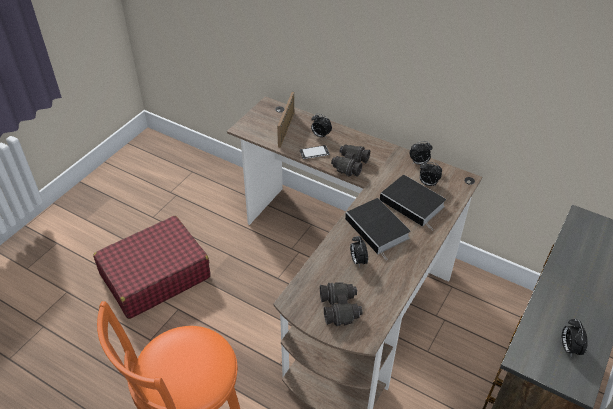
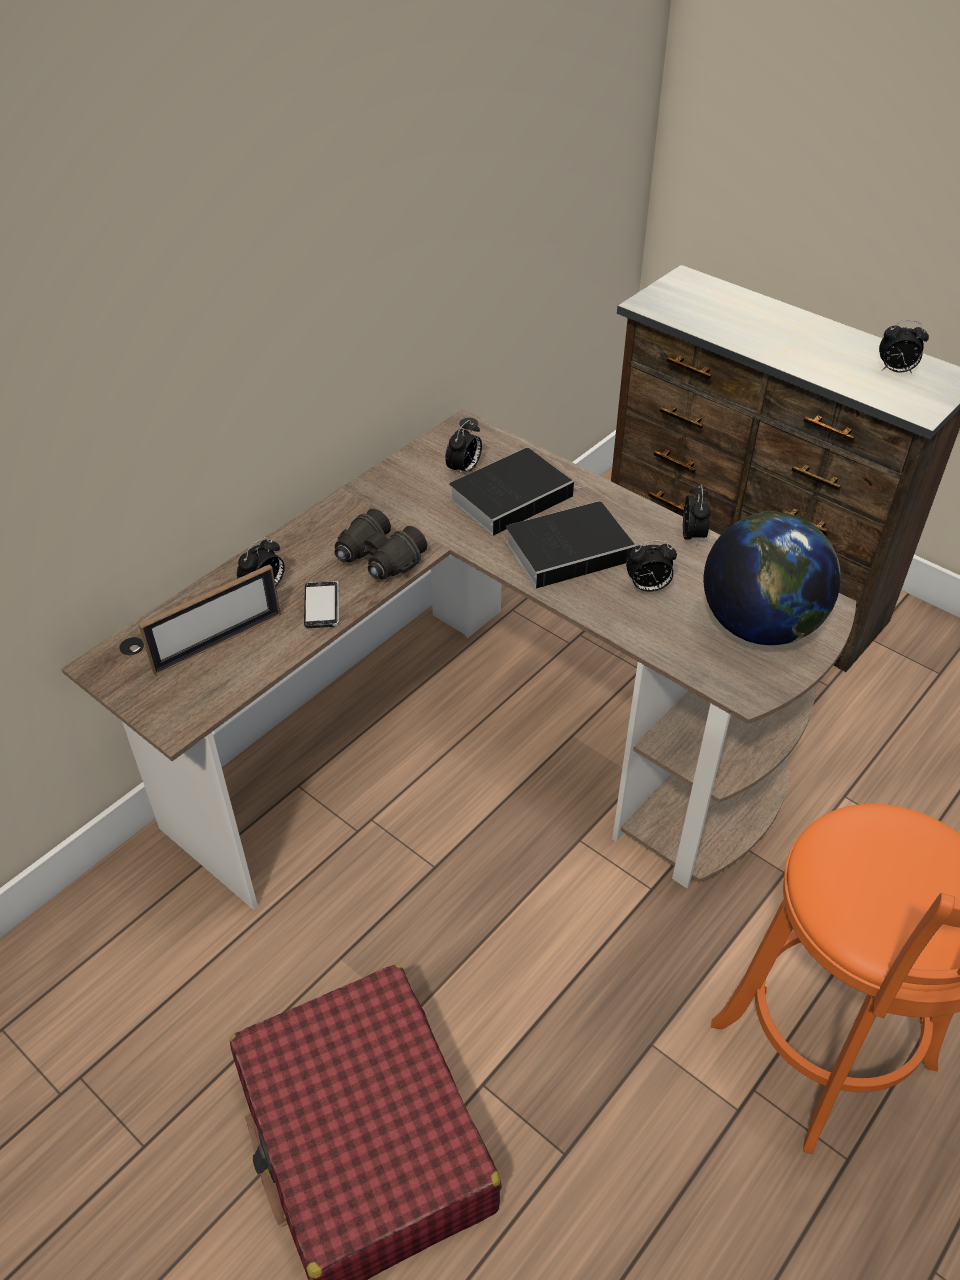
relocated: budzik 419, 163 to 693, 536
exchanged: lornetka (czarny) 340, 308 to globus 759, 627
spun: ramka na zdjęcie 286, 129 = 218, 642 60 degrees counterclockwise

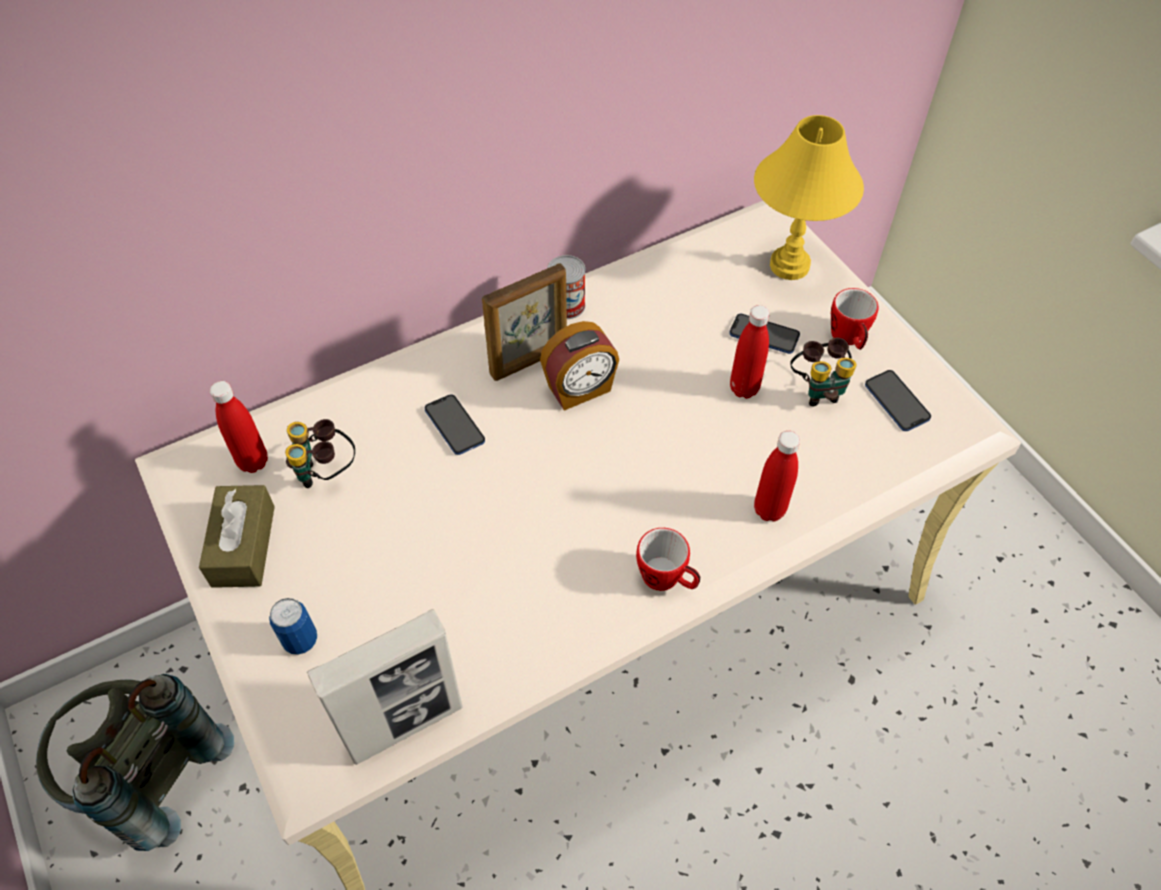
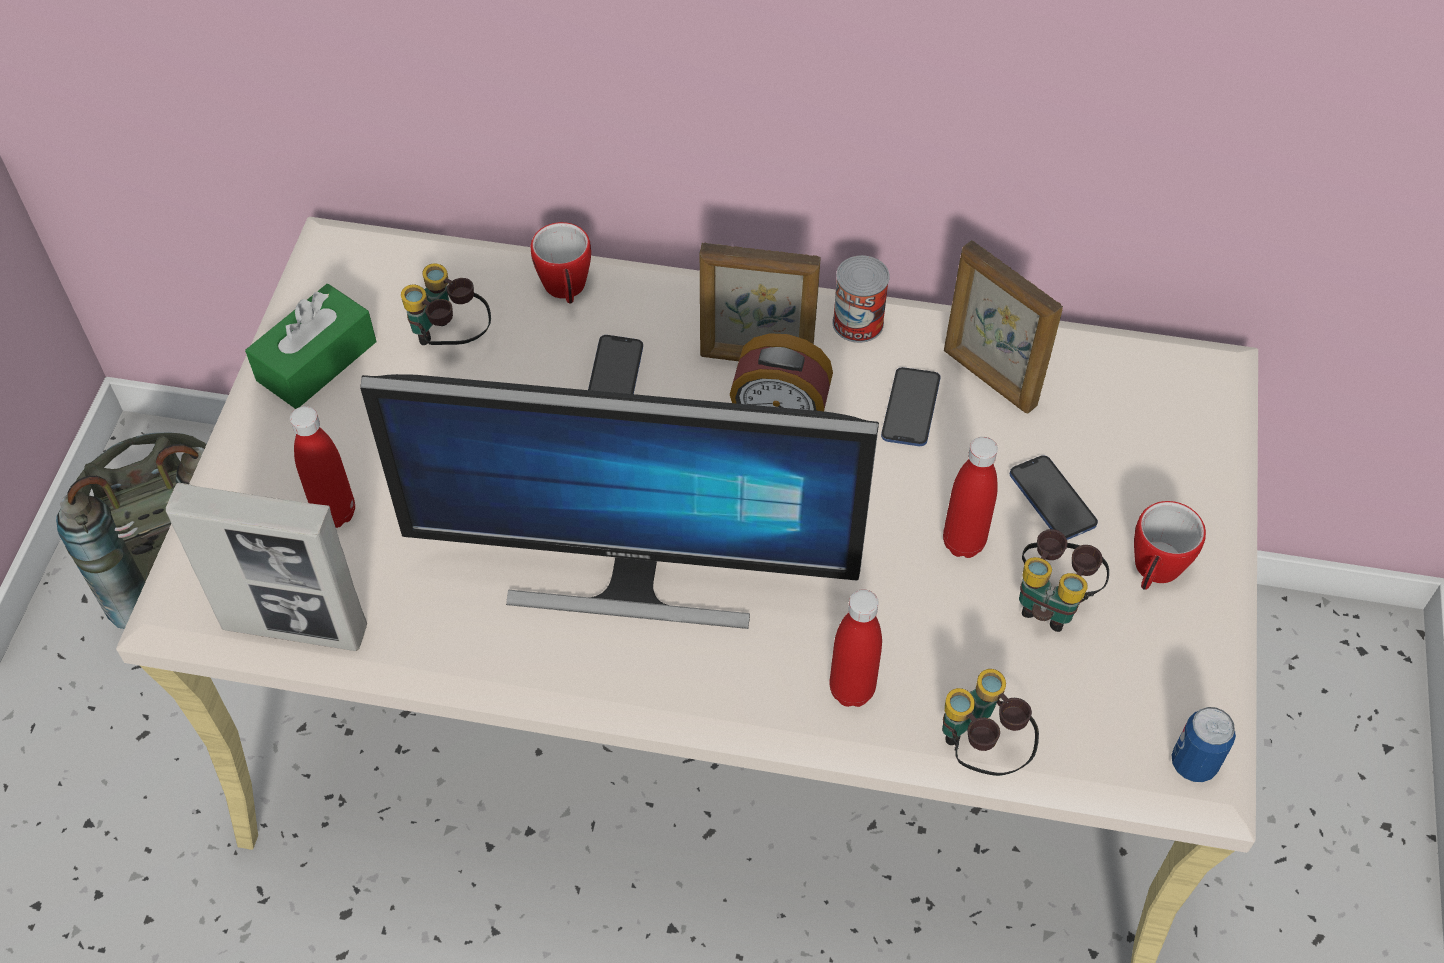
missing: lampa stołowa (żółty) 790, 265
appeared: monitor 633, 578; lornetka 980, 751; ramka na zdjęcie 988, 379
relocated: butelka (czerwony) 253, 462 to 335, 513; puszka 300, 640 to 1193, 763; kubek 667, 579 to 566, 290; telefon 896, 402 to 910, 408
colour: pudełko chusteczek (brązowy) 243, 546 to pudełko chusteczek (zielony) 317, 361

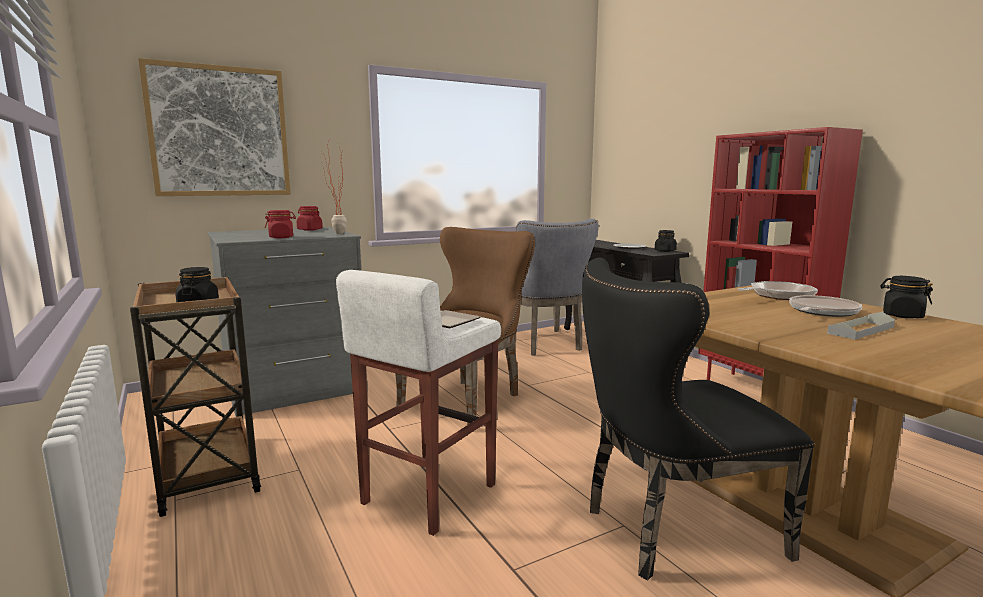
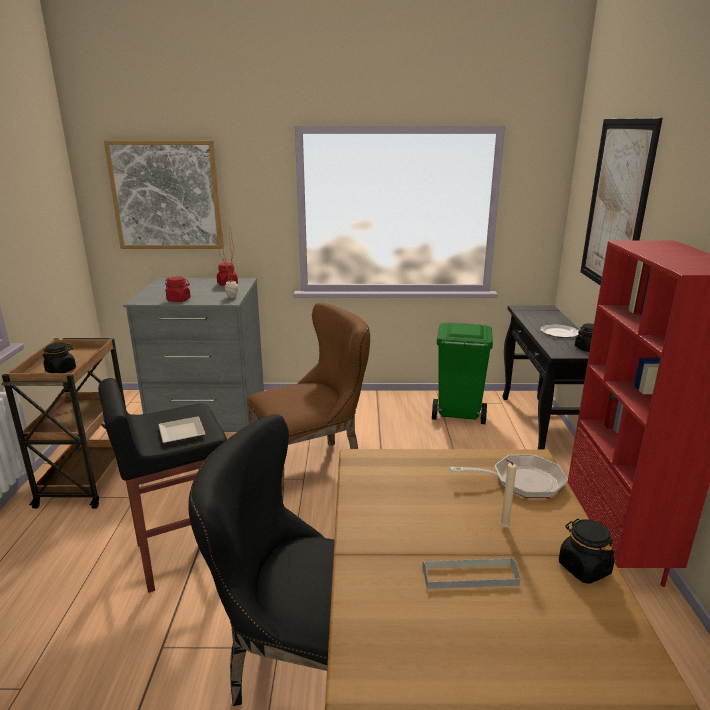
appeared: obraz 616, 206
exchanged: krzesło (szary) 545, 344 to kosz na śmieci (zielony) 458, 414; patelnia 821, 312 to świeca (beżowy) 502, 527
colour: stołek (biały) 427, 494 to stołek (czarny) 183, 553

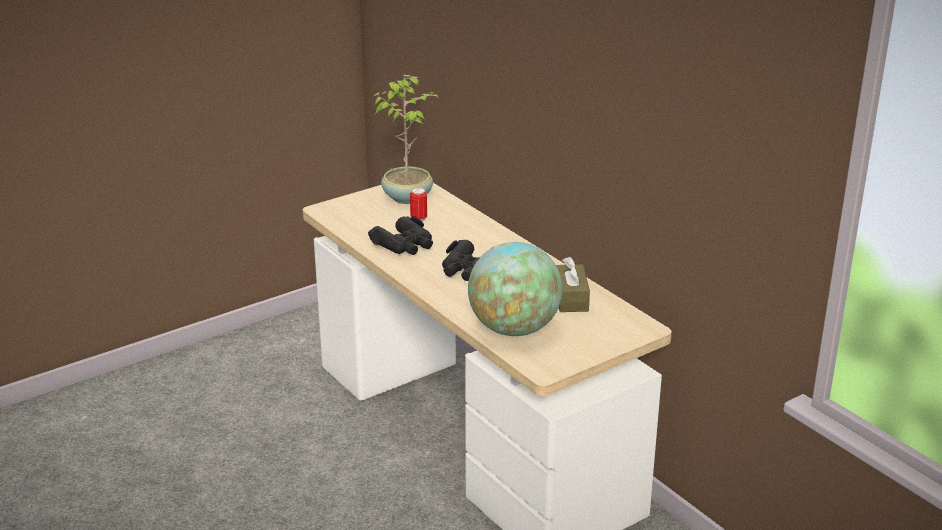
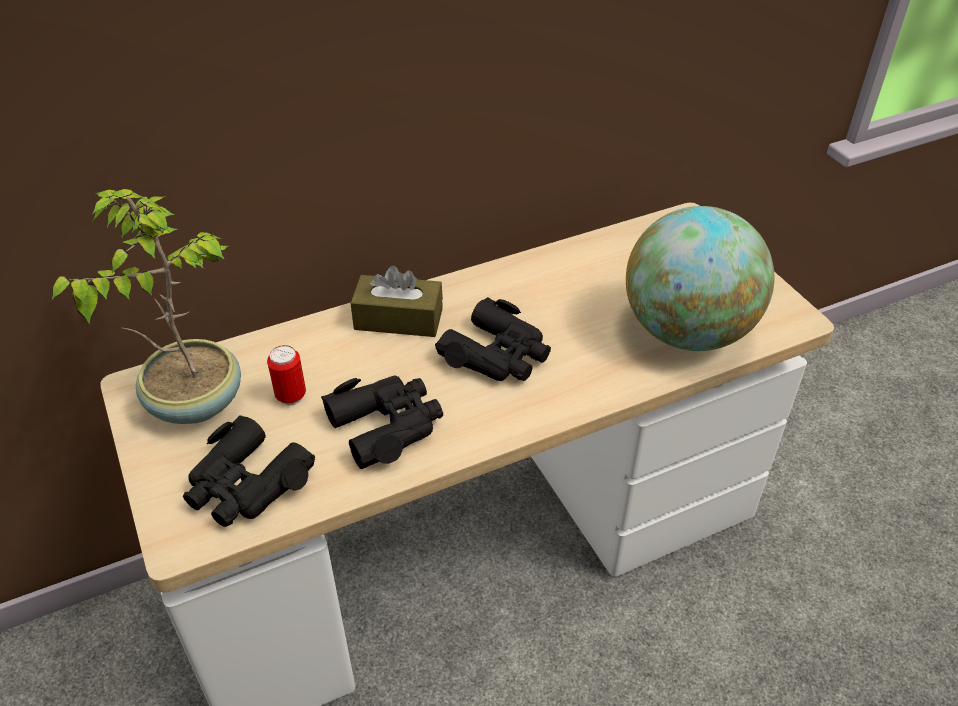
appeared: lornetka (czarny) 246, 484
relocated: pudełko chusteczek (brązowy) 571, 298 to 398, 319

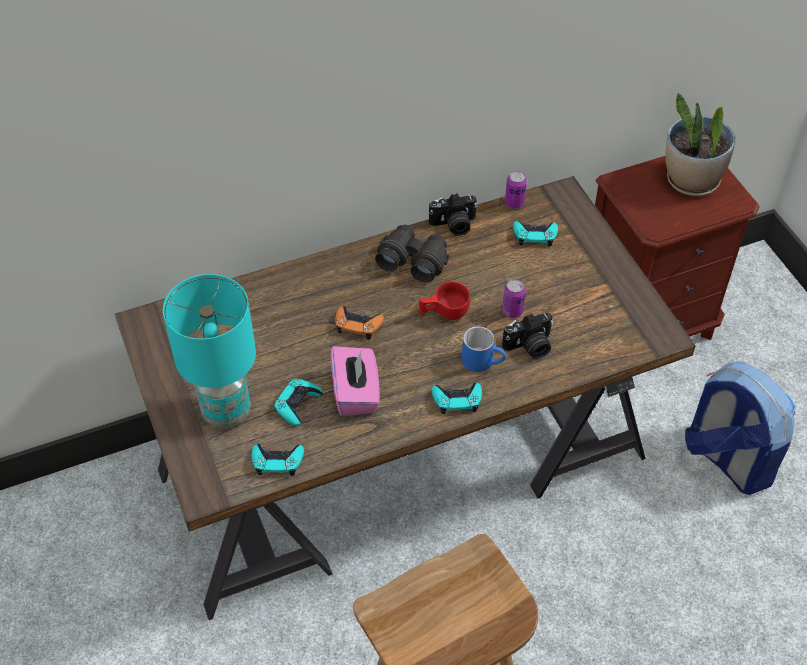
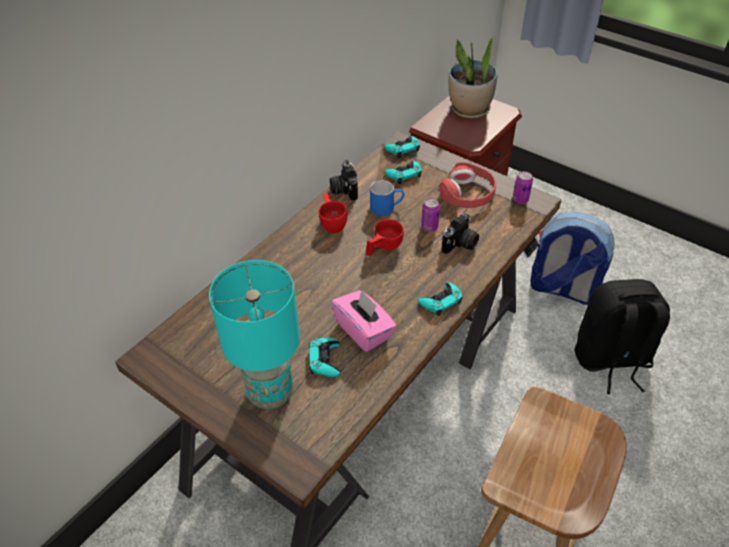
missing: pad do gier (pomarańczowy) 358, 325
appeared: słuchawki (czerwony) 467, 194; plecak (czarny) 610, 360
relocated: pad do gier (turkusowy) 277, 461 to 403, 149; kubek (niebieski) 483, 361 to 386, 207; puszka 514, 203 to 520, 199
exchanged: lornetka (czarny) 413, 260 to filiżanka (czerwony) 333, 222
spun: aparat fotograficzny 454, 225 = 343, 189 120 degrees clockwise

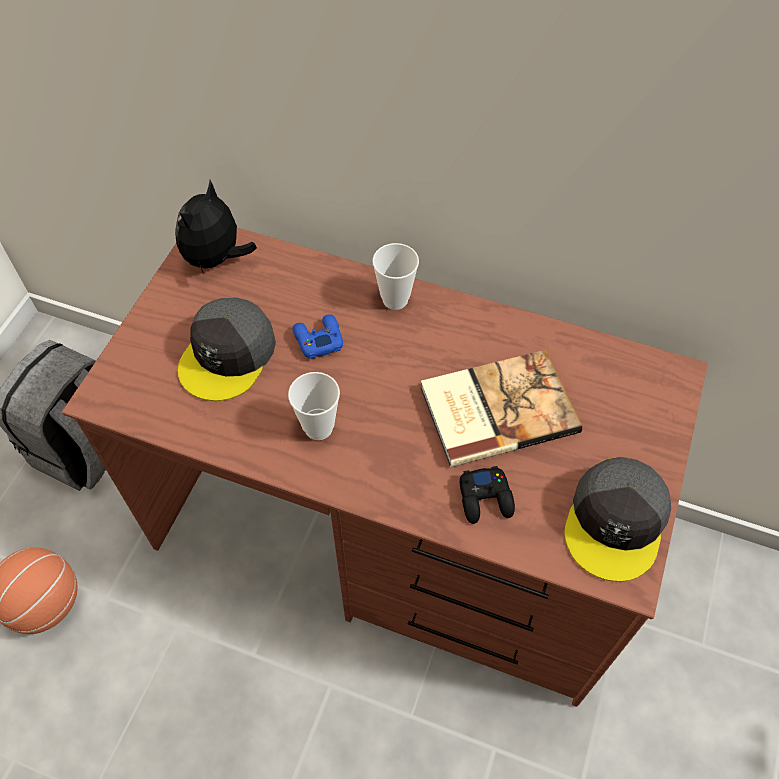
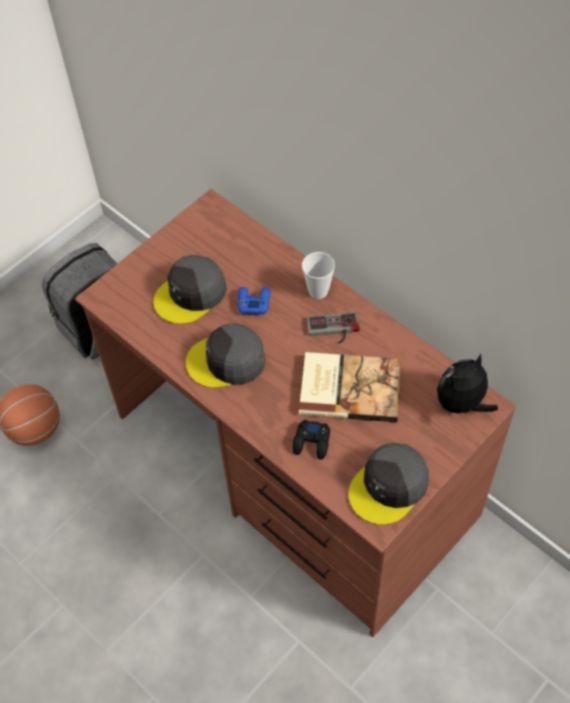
appeared: pad do gier 333, 330
relocated: pluszak 216, 259 to 461, 404
exchanged: filiżanka 318, 428 to czapka z daszkiem (szary) 227, 361

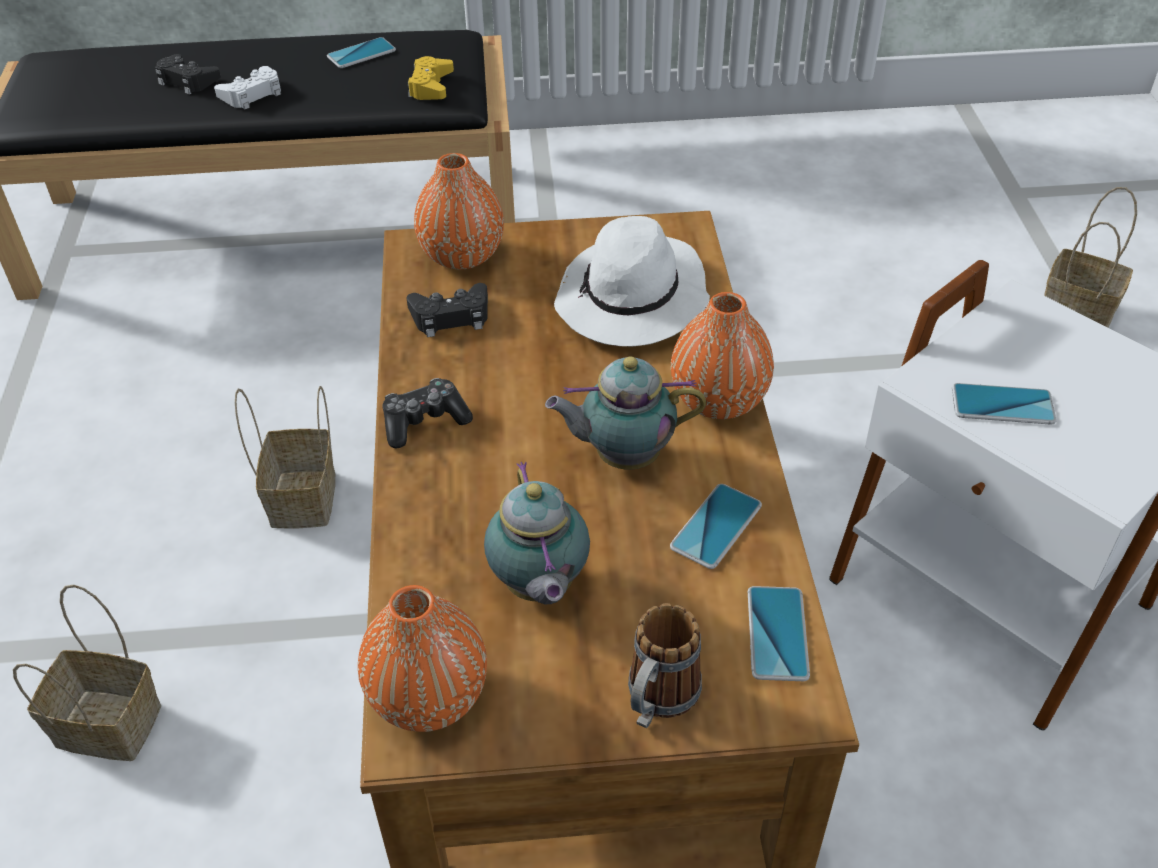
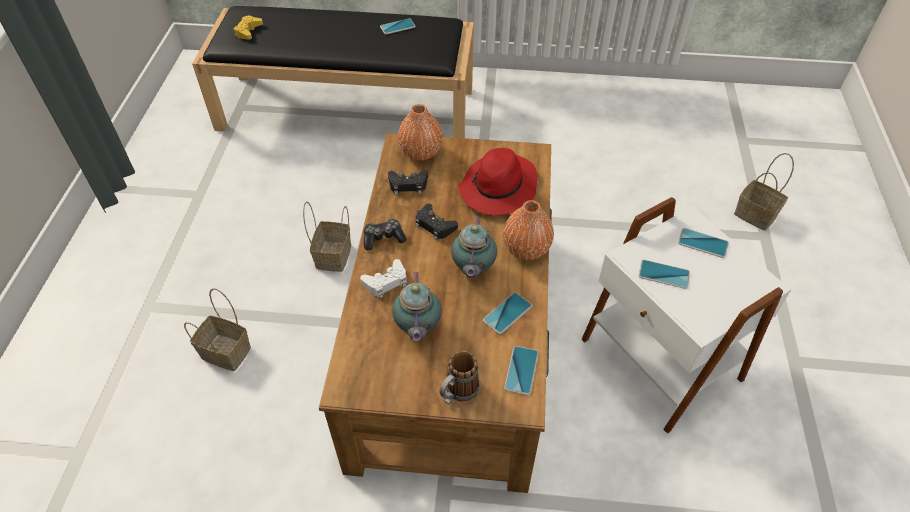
missing: wazon (pomarańczowy) 428, 697
appeared: telefon 703, 243
relocated: pad do gier (czarny) 187, 80 to 434, 226; pad do gier (biały) 252, 94 to 386, 282; pad do gier (żółty) 431, 86 to 248, 31
colour: kapelusz (biały) 632, 300 to kapelusz (czerwony) 498, 189
spun: imbryk 623, 456 = 472, 270 90 degrees counterclockwise

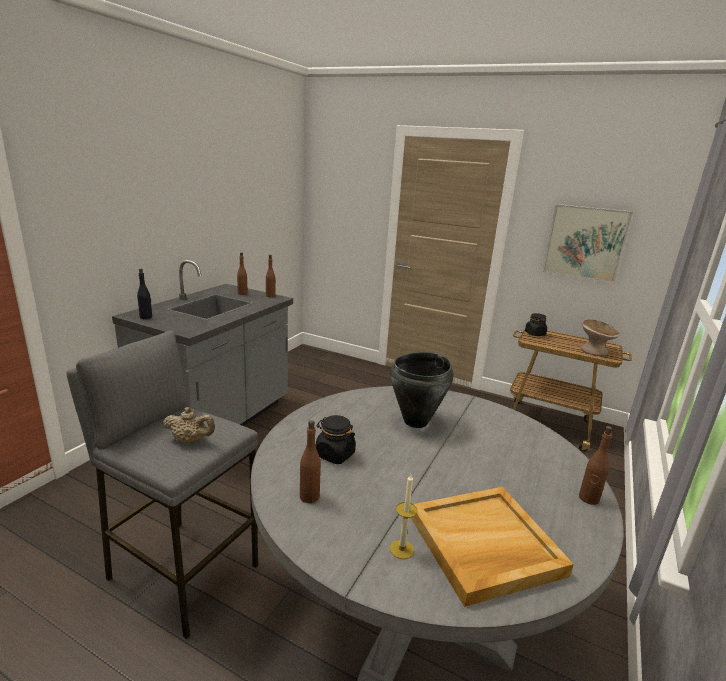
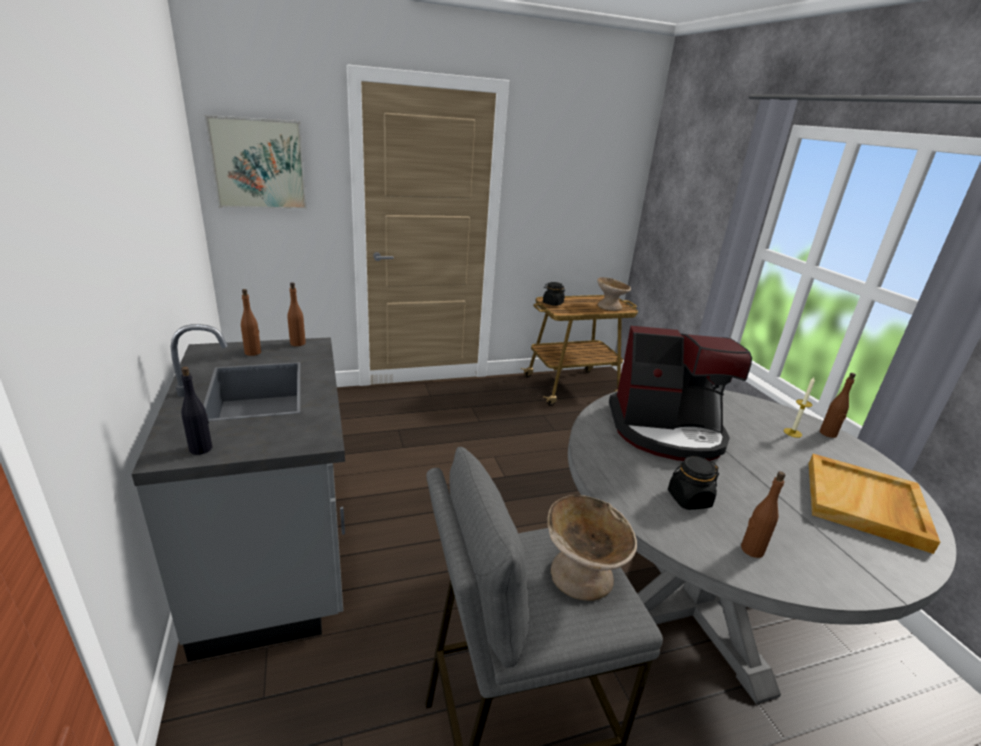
relocated: świeca 402, 549 to 792, 433; obraz 585, 243 to 259, 164
exchanged: imbryk (beżowy) 190, 440 to miska (beżowy) 581, 575; garnek (czarny) 416, 421 to ekspres do kawy 667, 431

